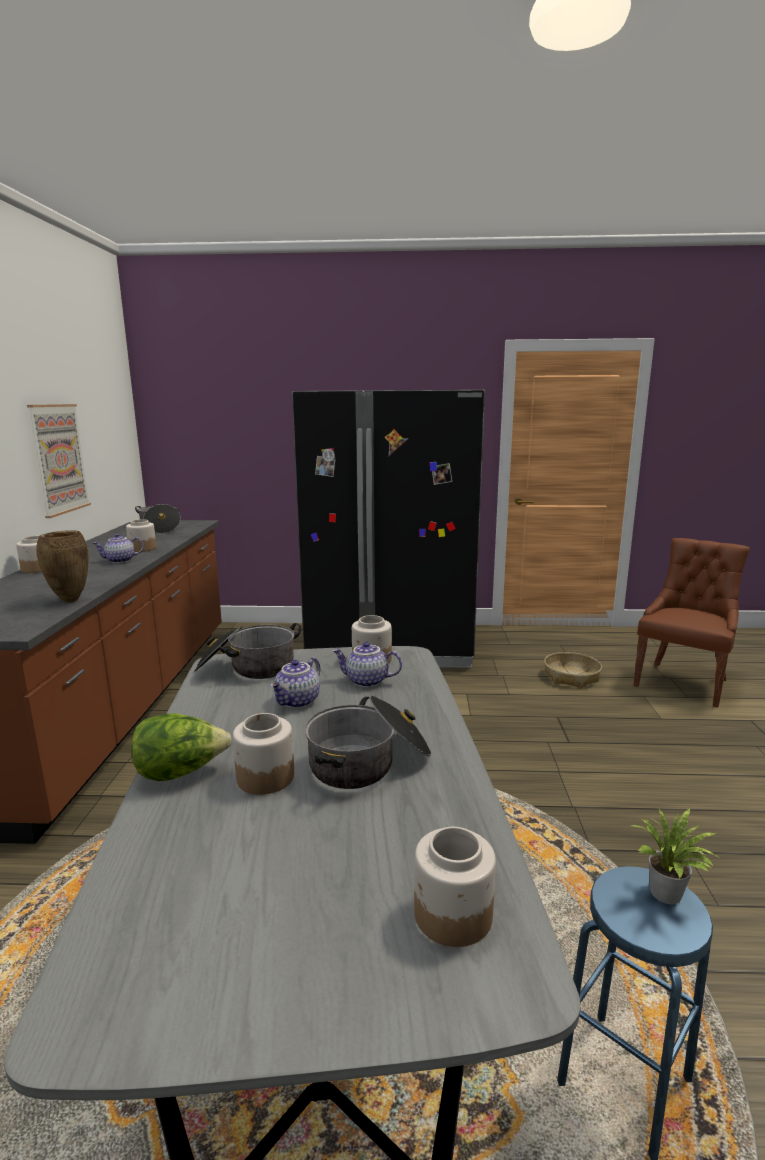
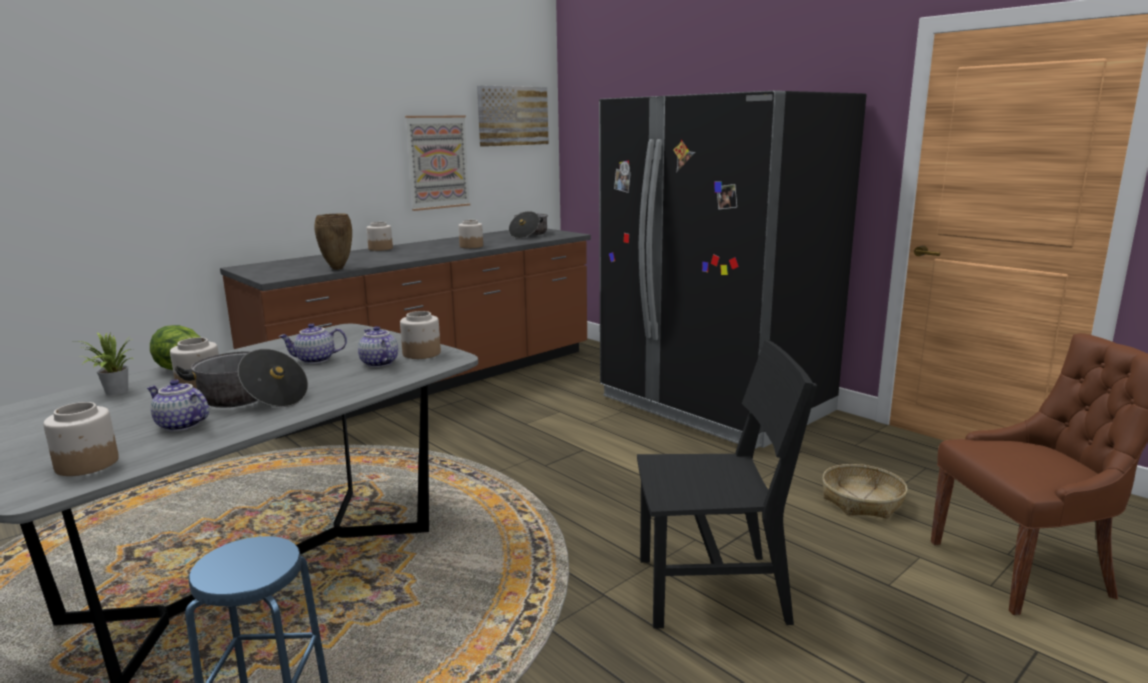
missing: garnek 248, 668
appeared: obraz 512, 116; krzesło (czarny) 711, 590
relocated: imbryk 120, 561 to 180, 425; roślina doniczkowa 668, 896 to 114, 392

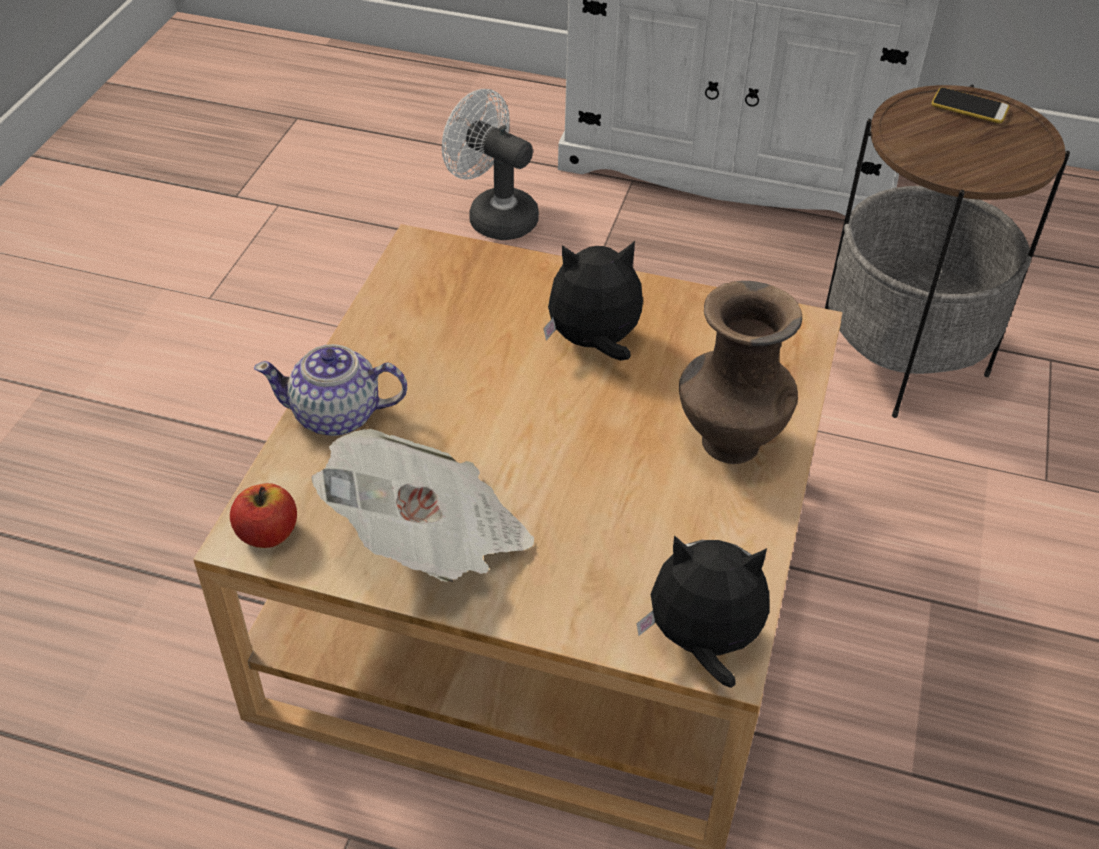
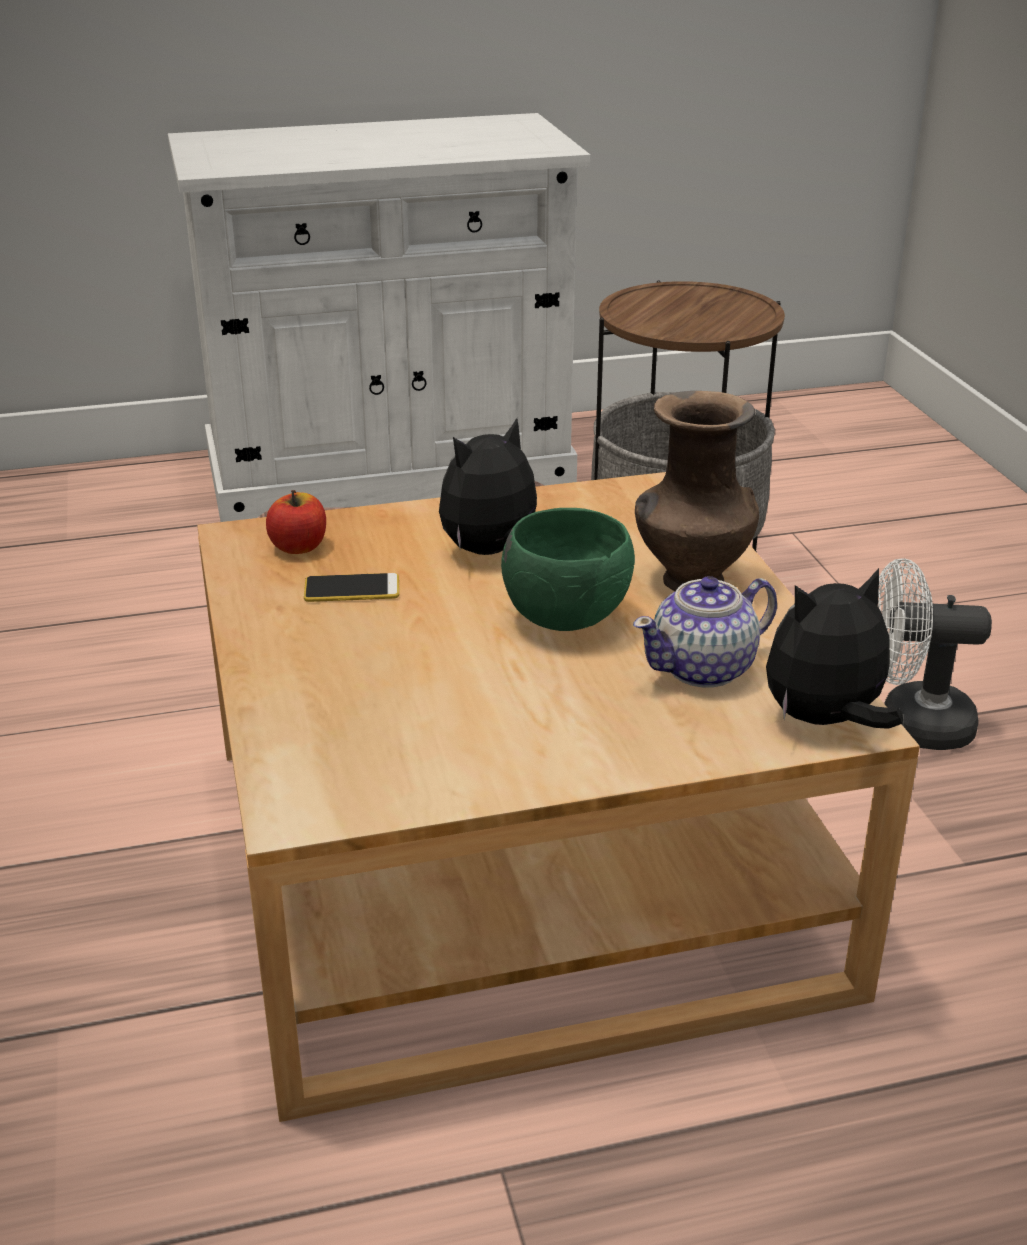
missing: gazeta 431, 539
appeared: miska (zielony) 566, 618
relocated: jabłko 268, 533 to 298, 547; imbryk 337, 415 to 704, 668; wentylator (biały) 493, 216 to 910, 725; telefon 969, 106 to 352, 589

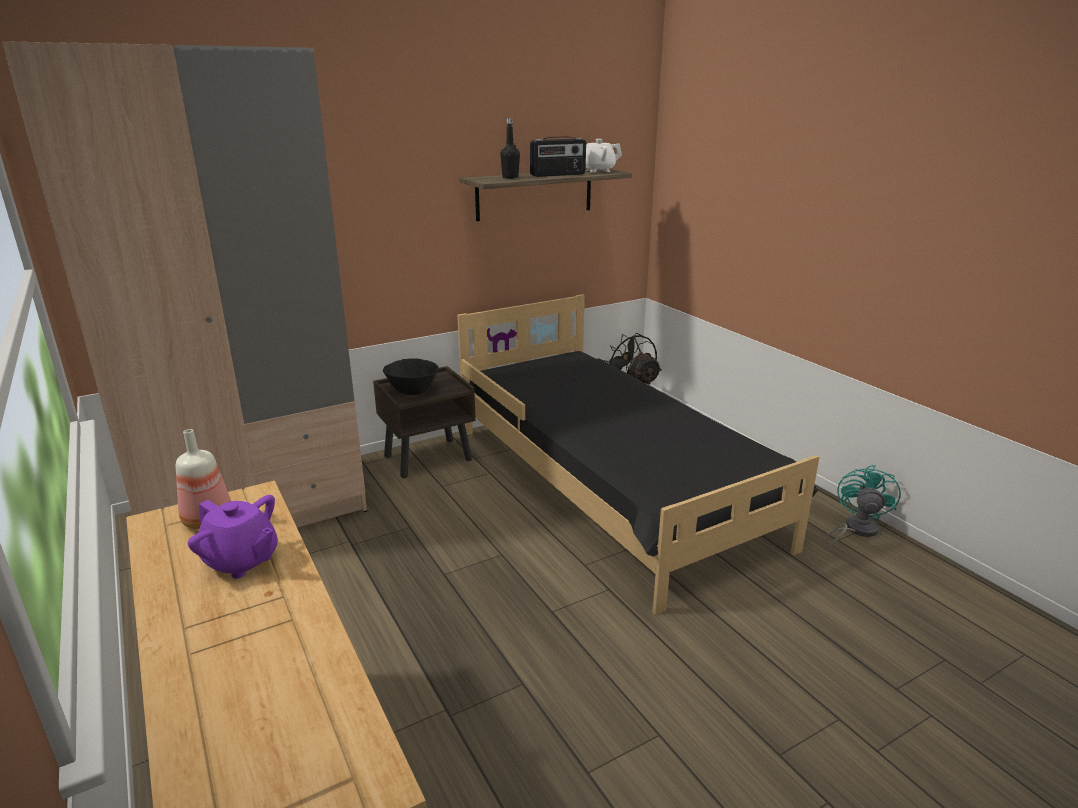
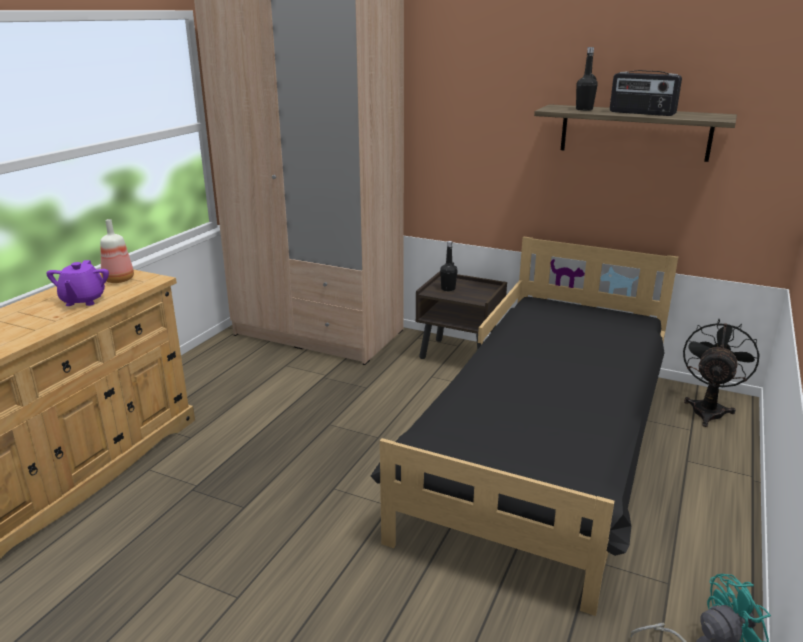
missing: imbryk (biały) 597, 171
exchanged: miska (czarny) 412, 392 to butelka (czarny) 448, 289

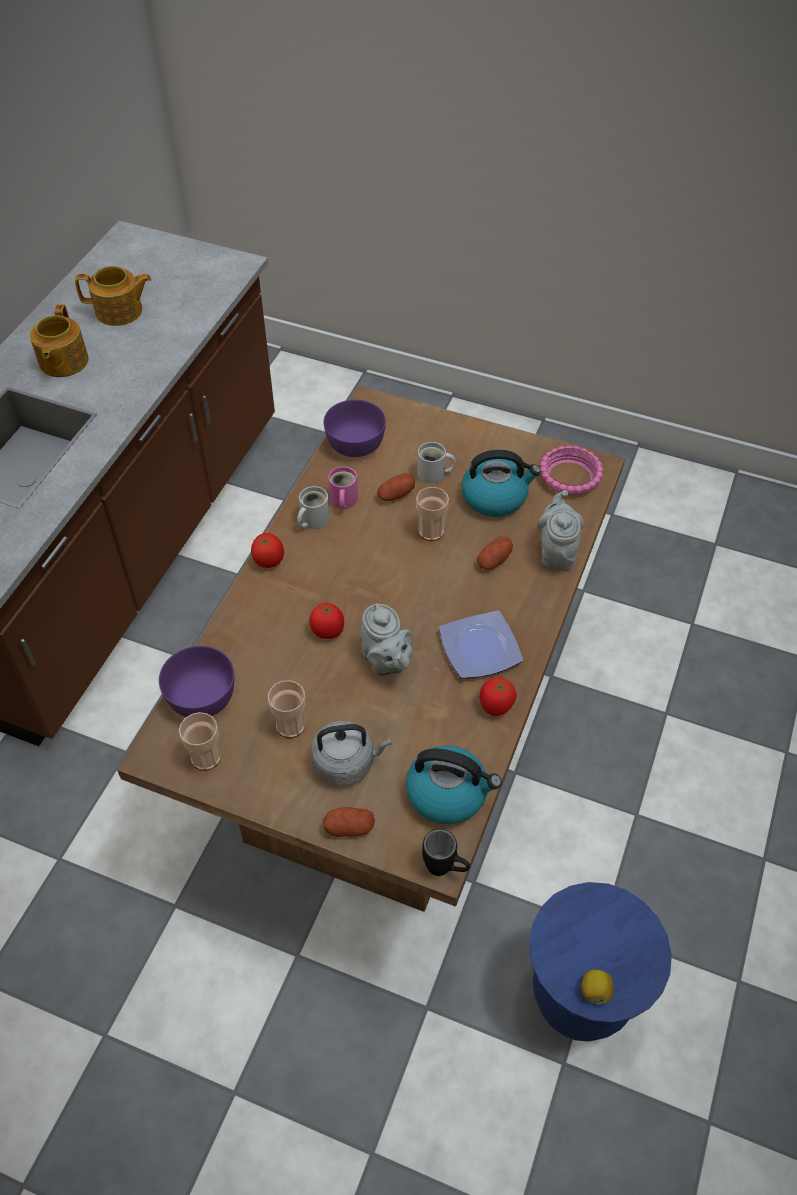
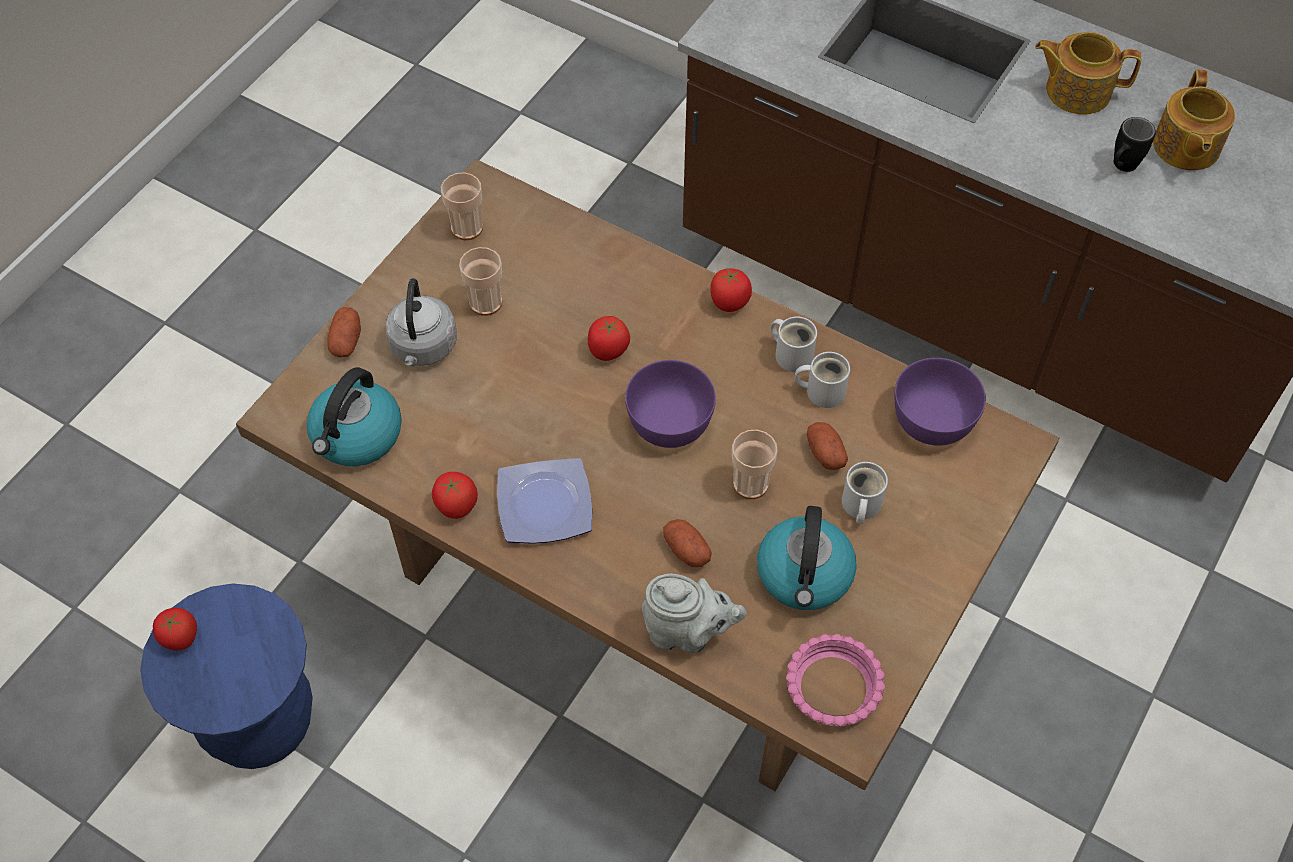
missing: imbryk (szary) 386, 662
relocated: miska (fioletowy) 200, 696 to 670, 419; kubek (czarny) 445, 869 to 1120, 168
exchanged: cytryna 595, 991 to pomidor 180, 638
colour: kubek (różowy) 342, 500 to kubek (biały) 822, 390

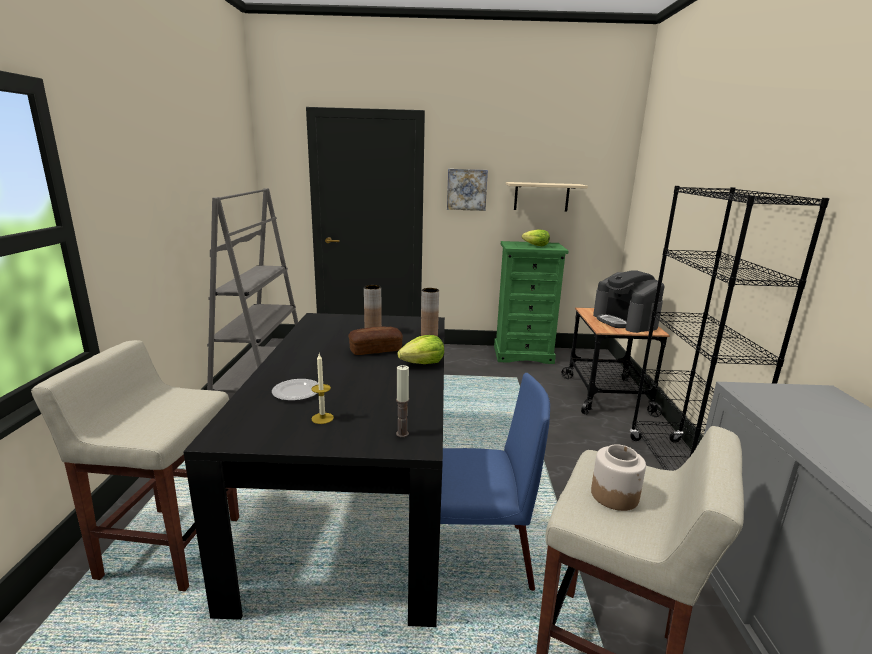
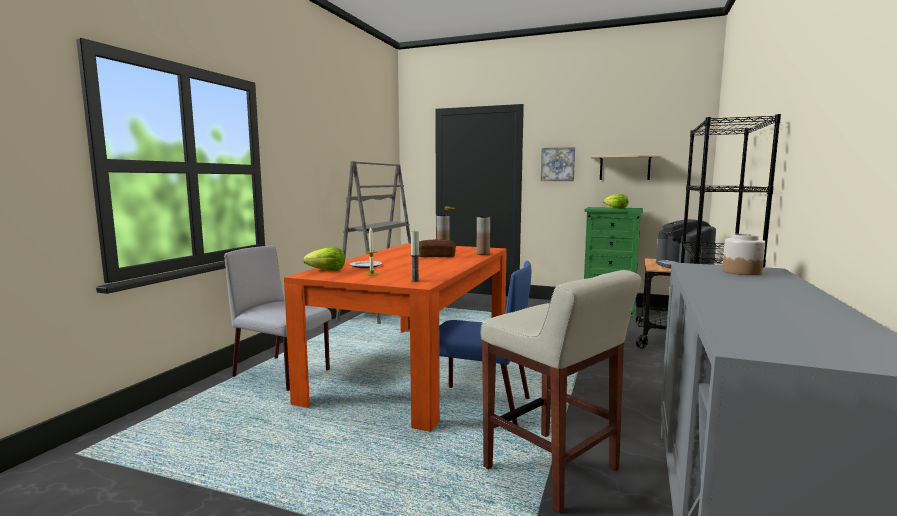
relocated: sałata 423, 363 to 327, 270; słoik 614, 495 to 741, 272
exchanged: stołek (beżowy) 170, 546 to krzesło (szary) 283, 373
colour: stół jadalny (czarny) 357, 494 to stół jadalny (pomarańczowy) 415, 367

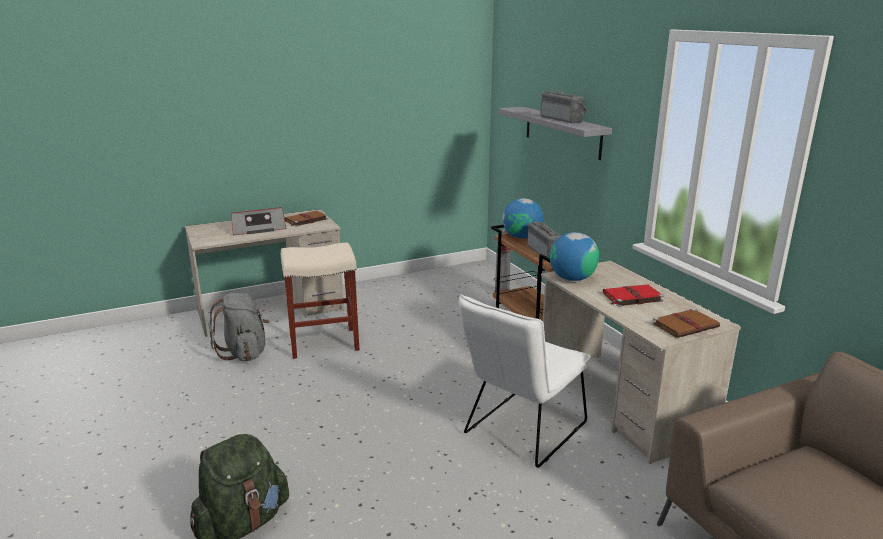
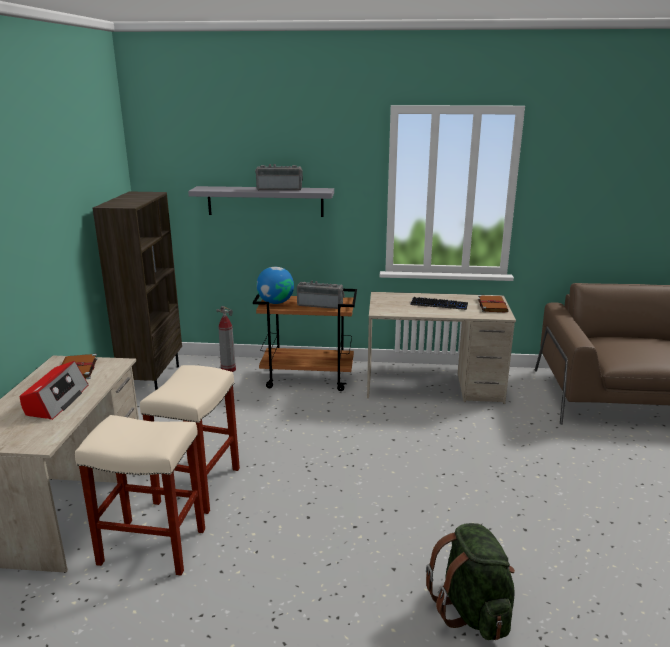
missing: krzesło (biały) 520, 432; globus 572, 278
appeared: regał (brązowy) 153, 379
exchanged: plecak (szary) 244, 352 to stołek (beżowy) 151, 547; książka (czerwony) 631, 297 to klawiatura 439, 305

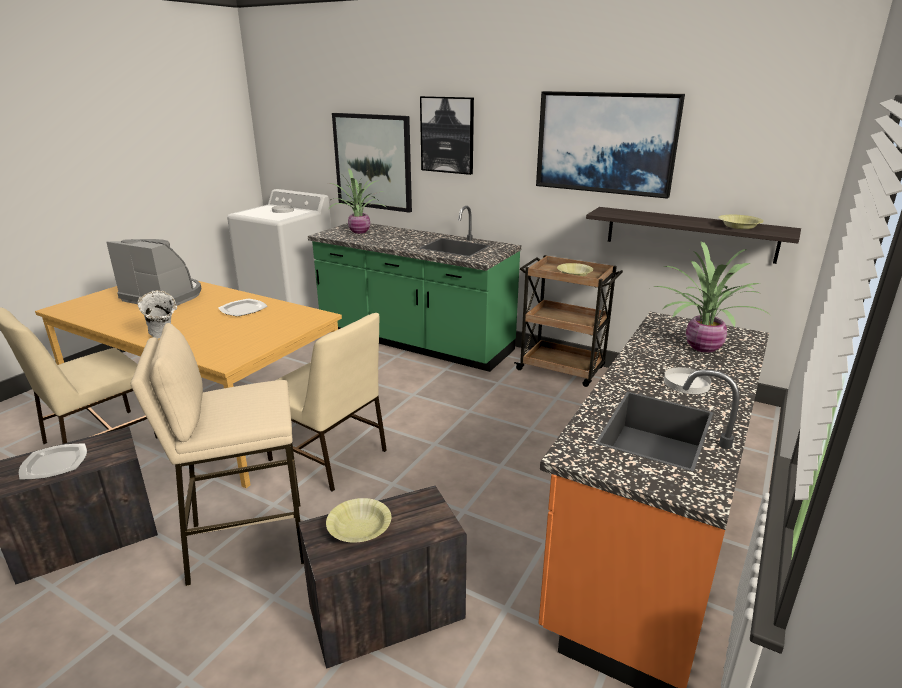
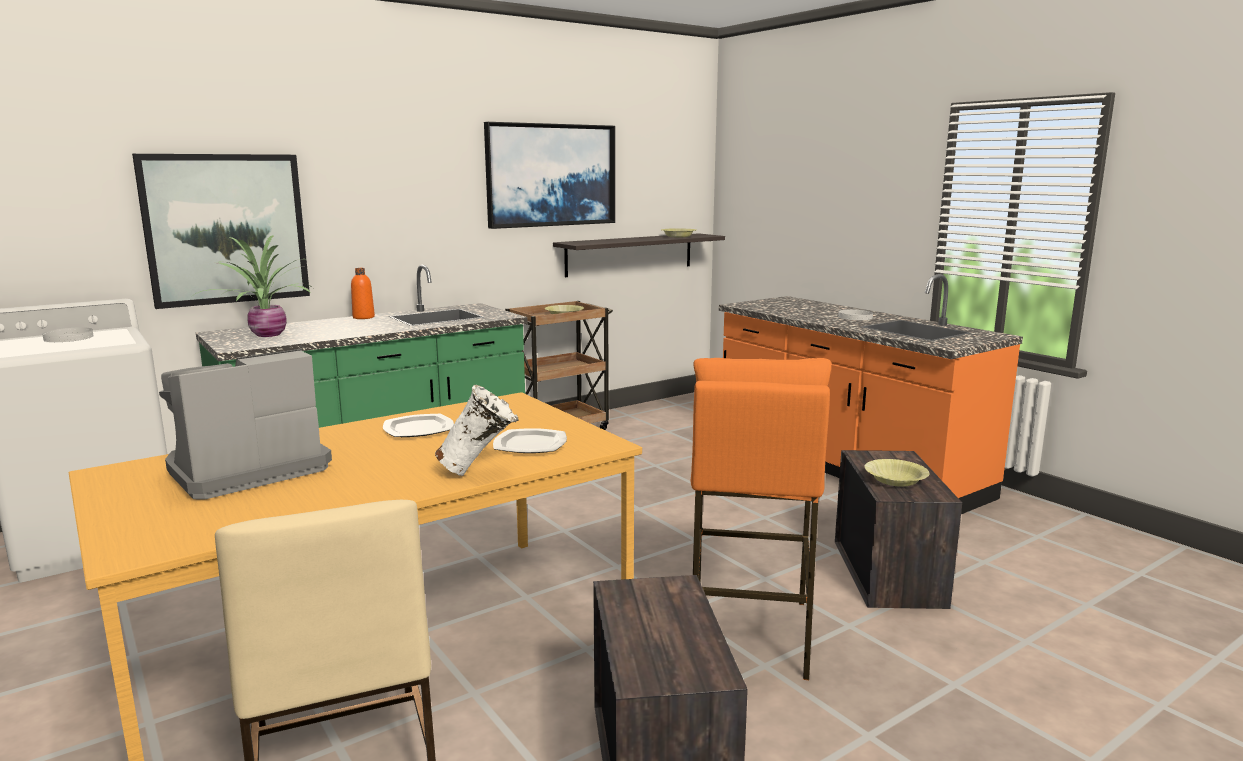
missing: krzesło (beżowy) 329, 456; obraz 447, 135; roślina doniczkowa 701, 346
appeared: butelka (pomarańczowy) 363, 317
relocated: talerz 54, 463 to 529, 444
colour: stołek (beżowy) 247, 542 to stołek (pomarańczowy) 747, 633

